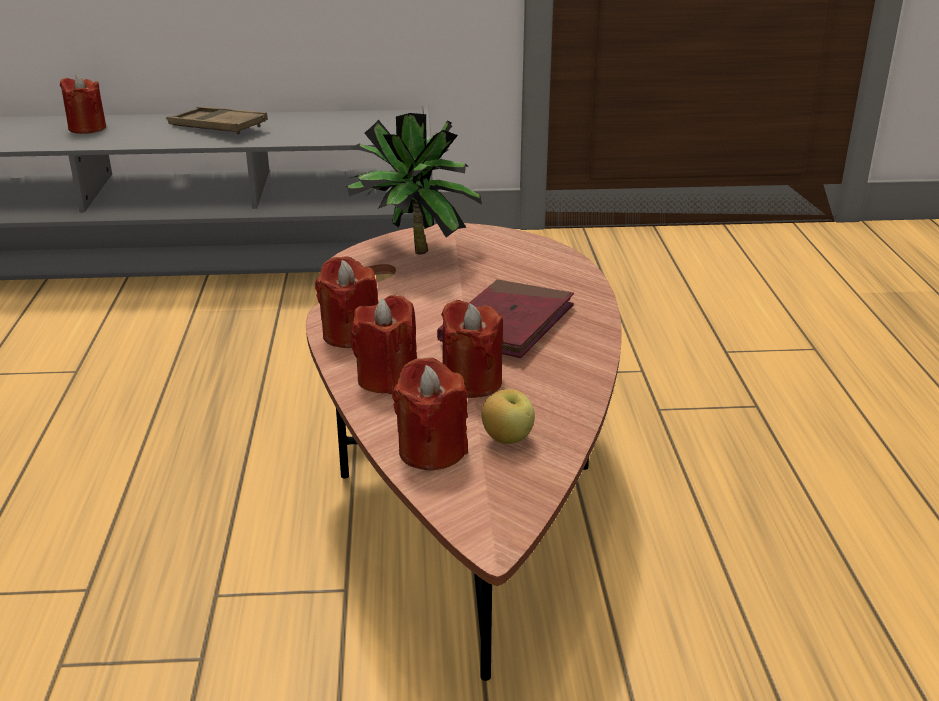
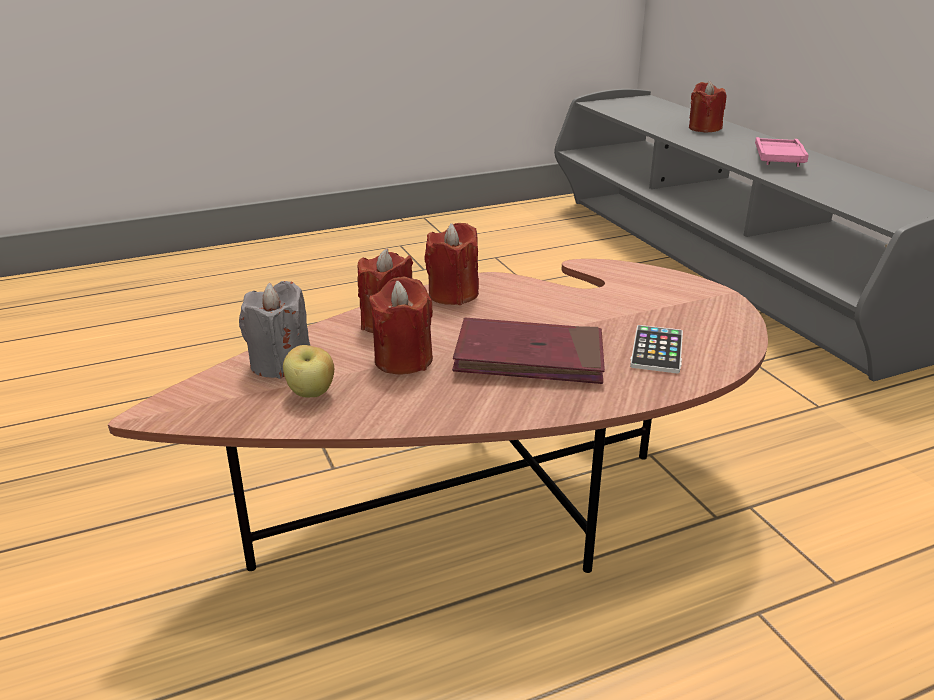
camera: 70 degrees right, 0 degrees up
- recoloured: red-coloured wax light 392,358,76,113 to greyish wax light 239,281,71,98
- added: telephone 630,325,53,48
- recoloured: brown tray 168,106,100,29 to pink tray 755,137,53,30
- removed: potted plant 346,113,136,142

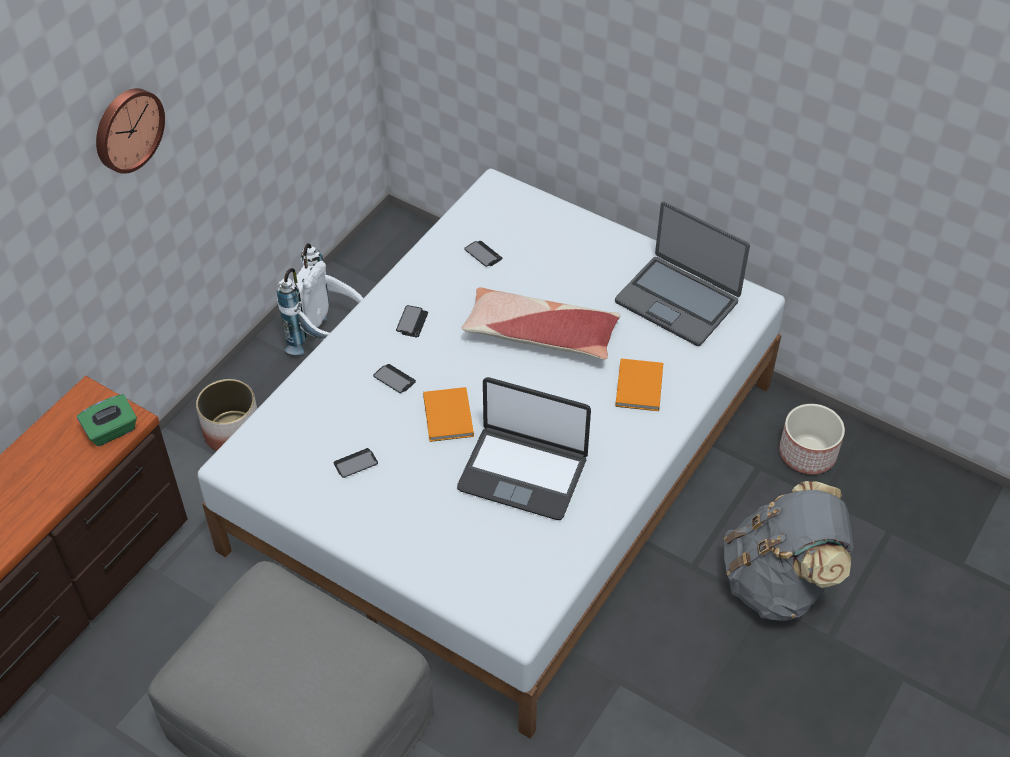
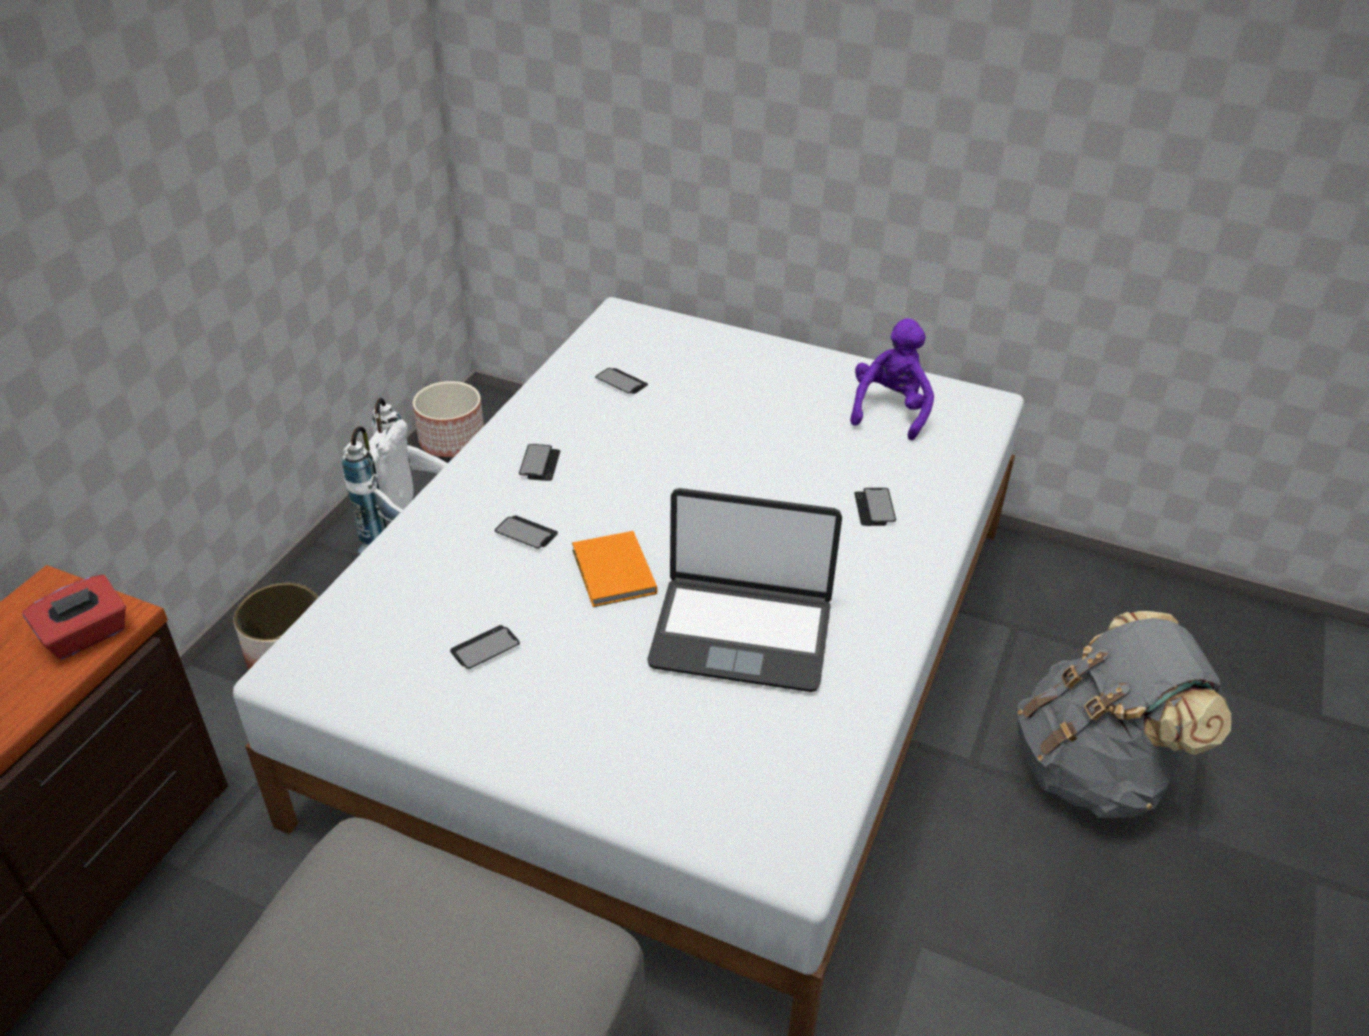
camera: 10 degrees left, 10 degrees down
- recoloured: green-coloured tissue holder 77,394,60,52 to red-coloured tissue holder 22,575,104,85
- moved: planter 779,404,66,70 to 413,381,71,76
- replaced: portable computer 615,202,135,144 to purplish soft toy 850,318,84,123
- replaced: orangey book 615,358,48,53 to telephone 854,488,42,38
- removed: hanging clock 96,88,69,86
- removed: cushion 462,287,159,73

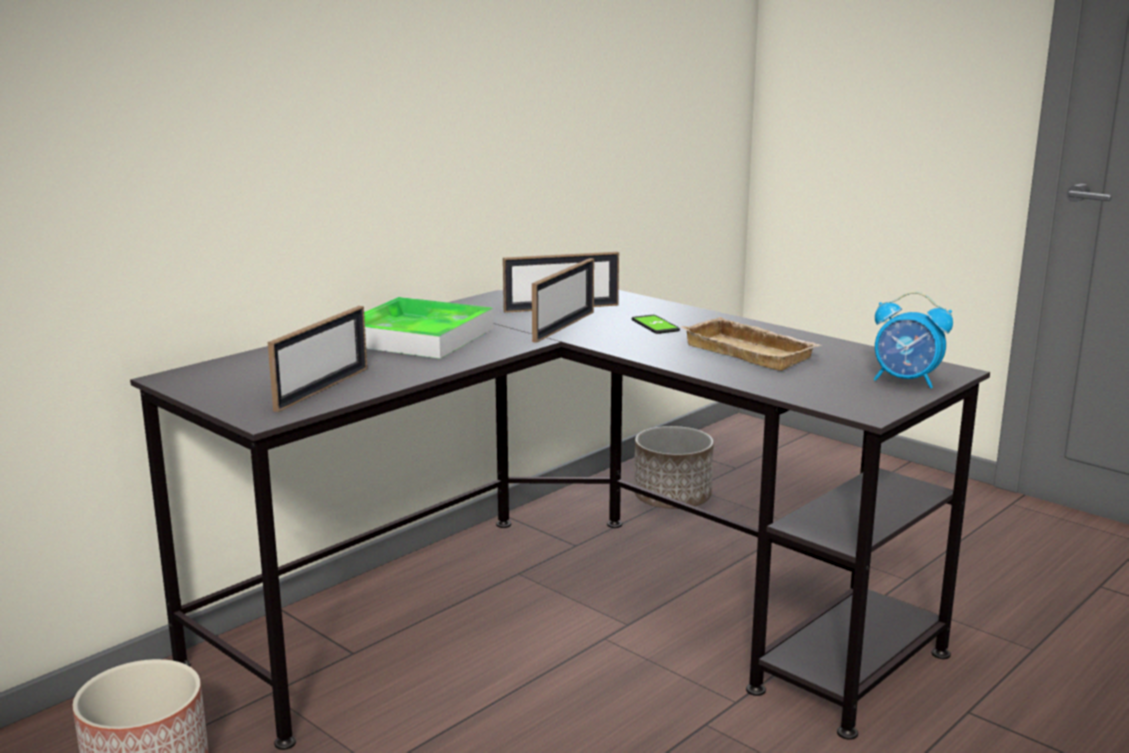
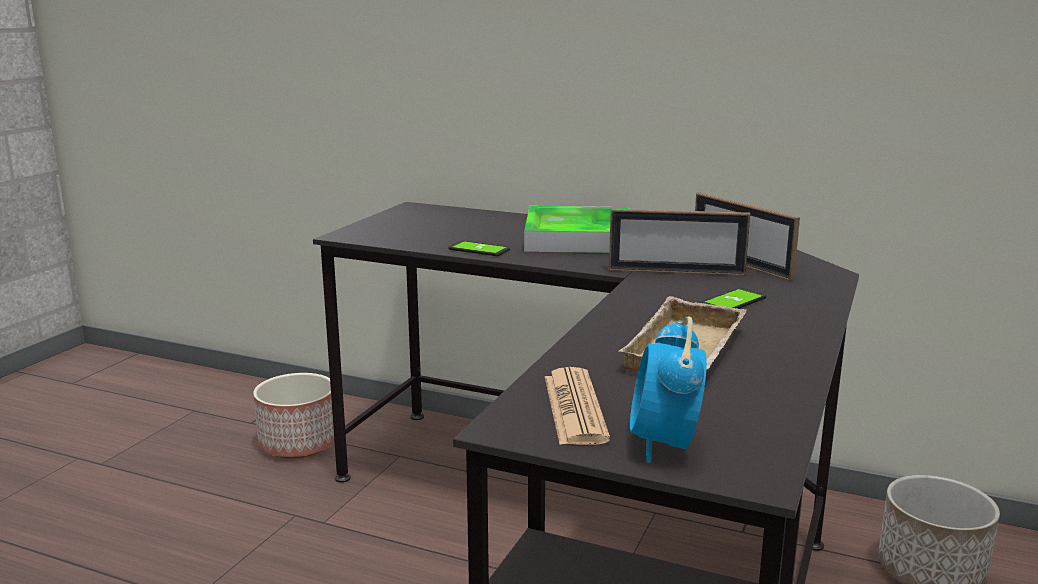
camera: 70 degrees right, 0 degrees up
- added: telephone 448,241,62,15
- added: newspaper 545,367,65,78
- removed: photo frame 268,306,99,106

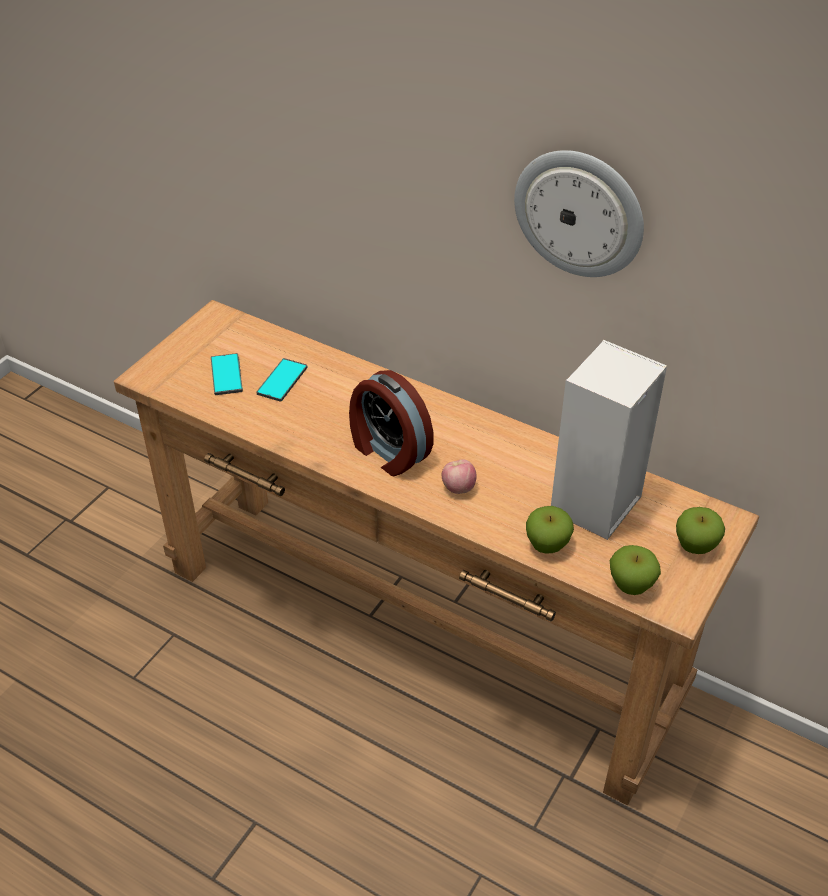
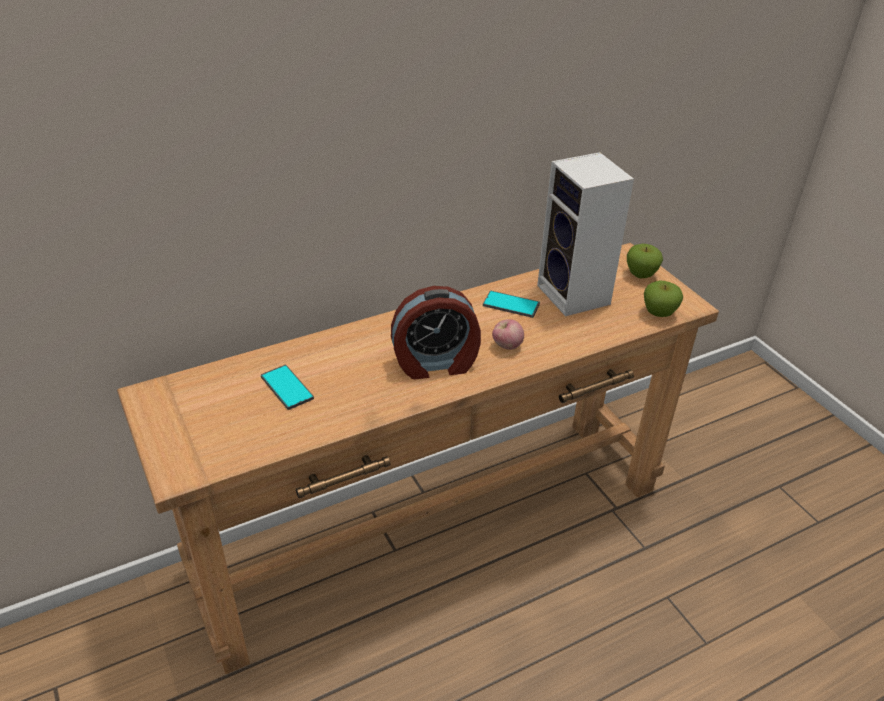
camera: 60 degrees left, 5 degrees down
- moved: telephone 211,353,32,42 to 483,291,57,27
- removed: hanging clock 514,150,130,127
- removed: apple fruit 526,506,48,48

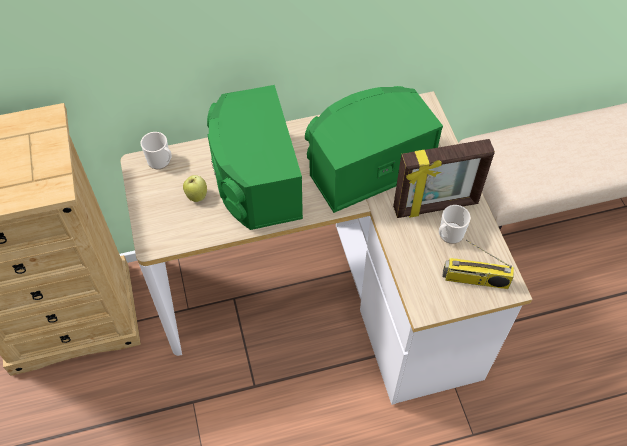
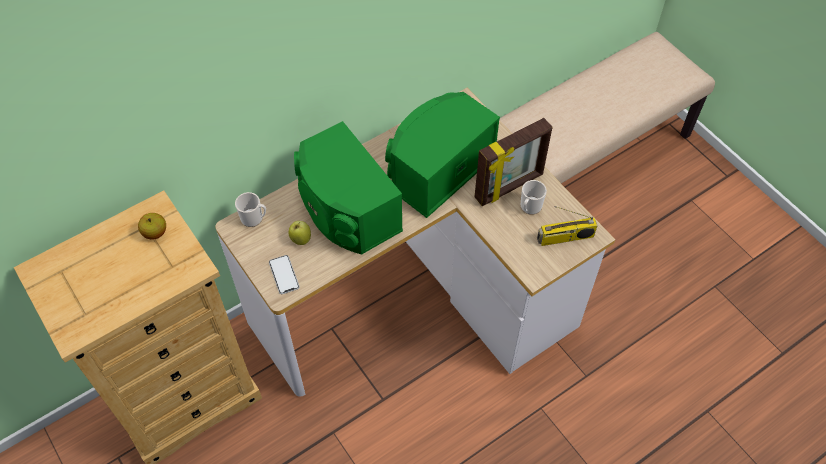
camera: 20 degrees left, 0 degrees up
- added: apple fruit 138,213,28,26
- added: telephone 269,255,30,39

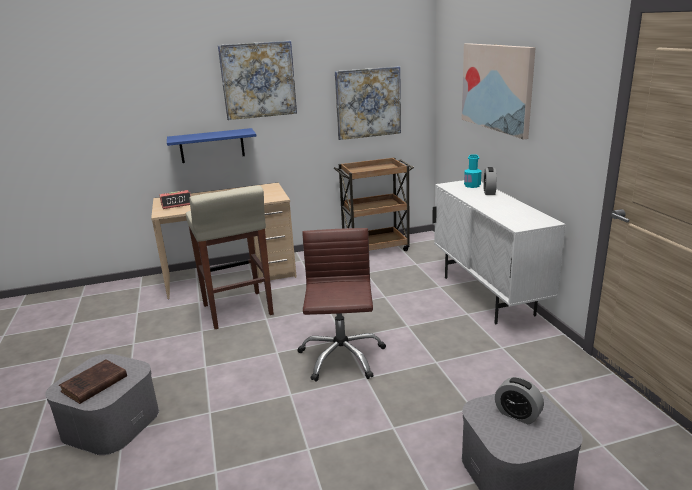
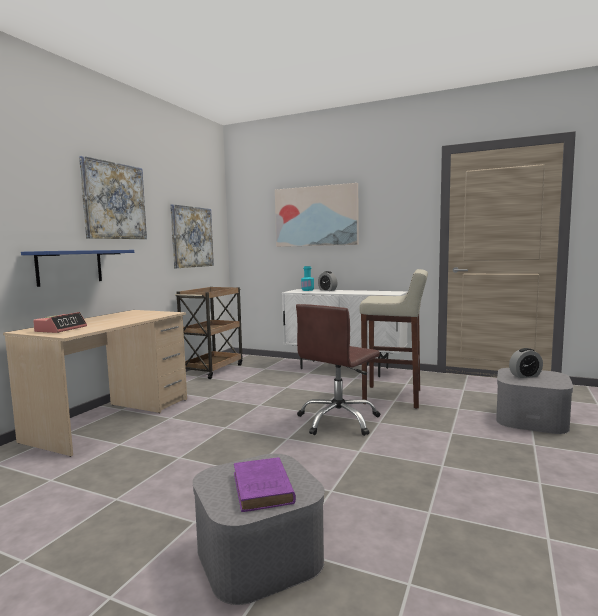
camera: 50 degrees left, 15 degrees down
- recoloured: brown book 59,359,68,45 to purplish book 234,457,62,55
- turned: brown desk chair 298,228,88,154 = 296,304,84,132 90 degrees counterclockwise
- moved: sand-coloured sitting stool 186,185,88,144 to 359,269,69,139

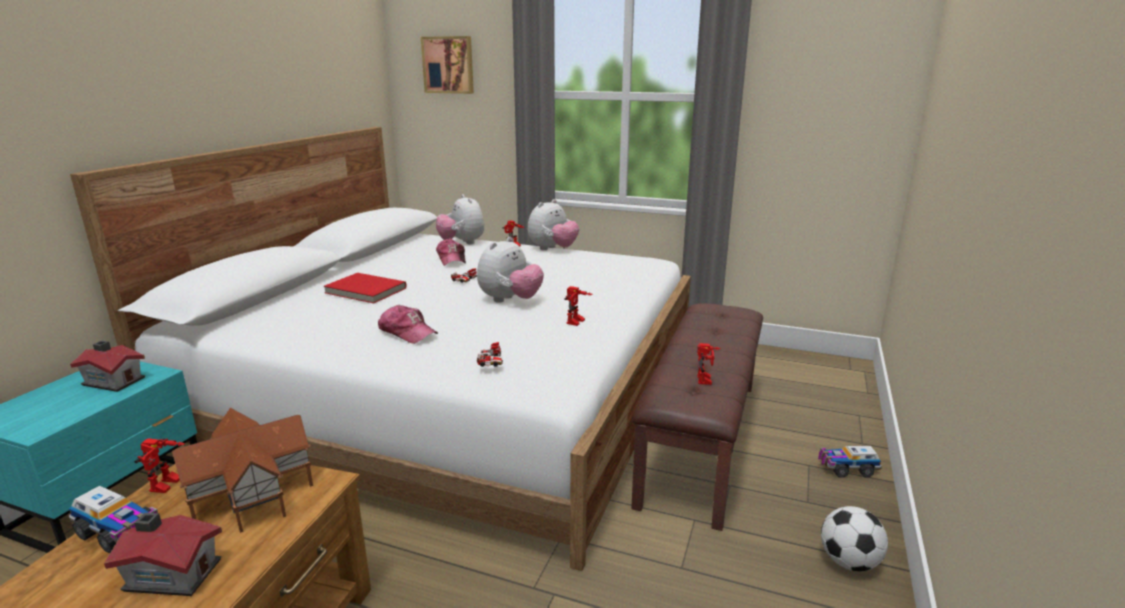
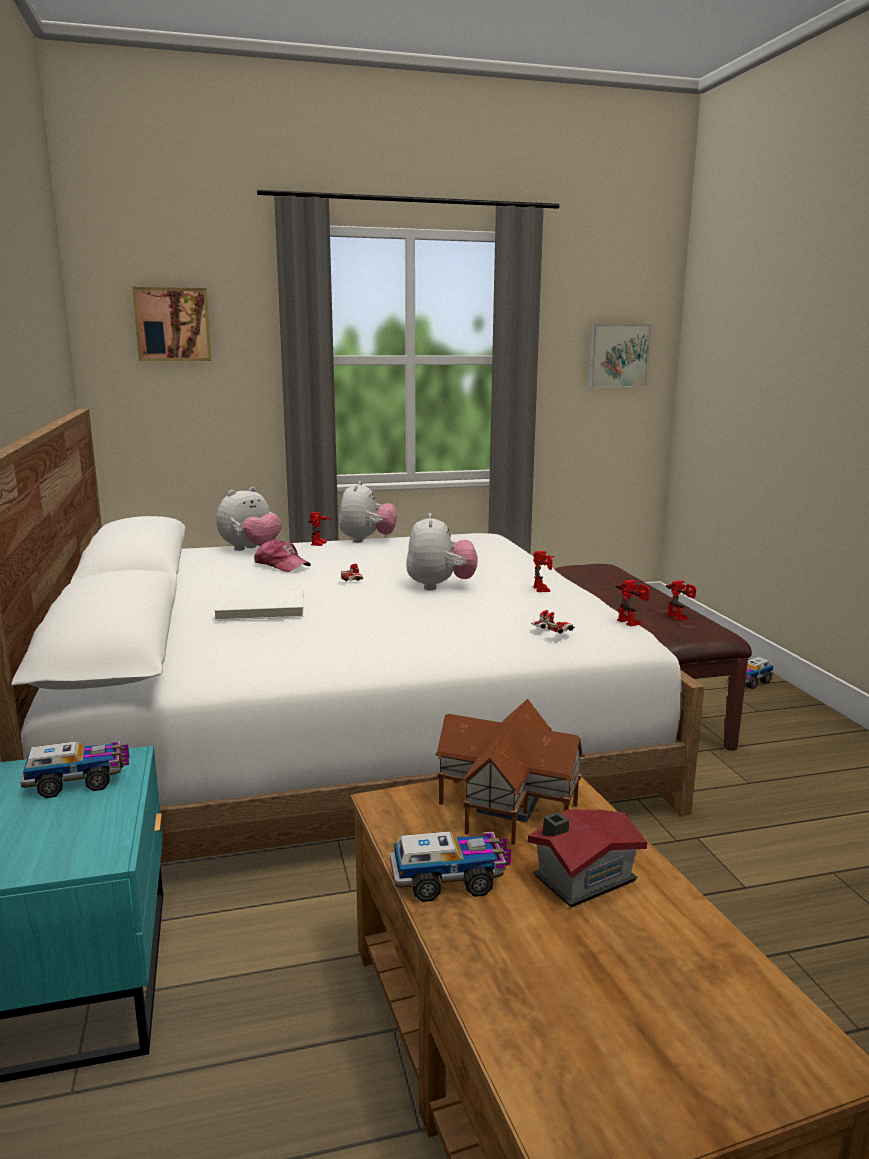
camera: 35 degrees left, 5 degrees down
- replaced: miniature house 70,341,75,51 to toy lorry 20,741,109,57
- recoloured: red-coloured book 324,273,83,30 to white-coloured book 214,589,90,32
- turned: soft toy 436,194,48,50 = 216,487,66,64 75 degrees counterclockwise
- added: picture 588,324,63,64
- moved: robot figure 134,438,51,55 to 616,580,34,47
- removed: peaked cap 378,305,60,39
- removed: ball for football 821,506,67,65

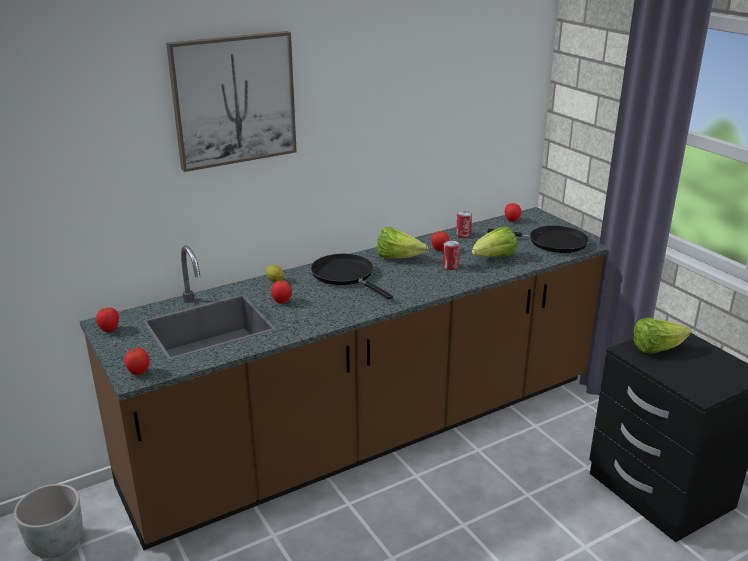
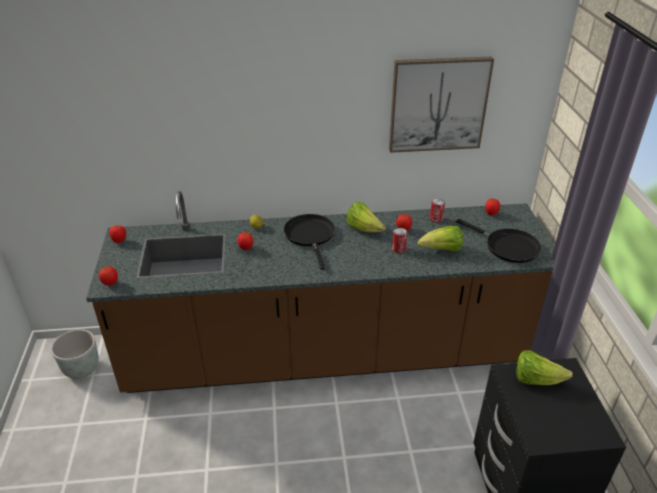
camera: 25 degrees right, 10 degrees up
- moved: picture 166,31,131,141 to 389,56,105,97

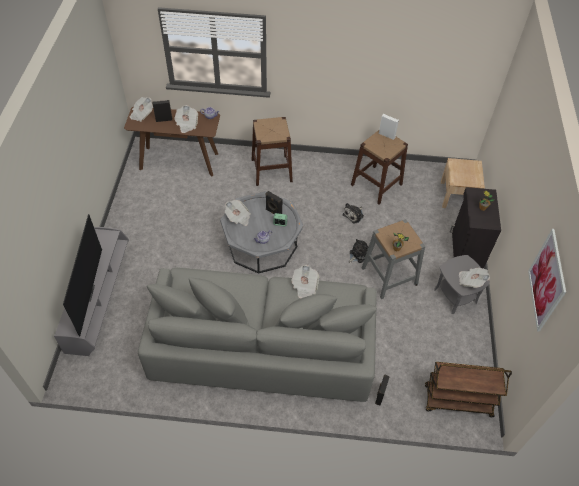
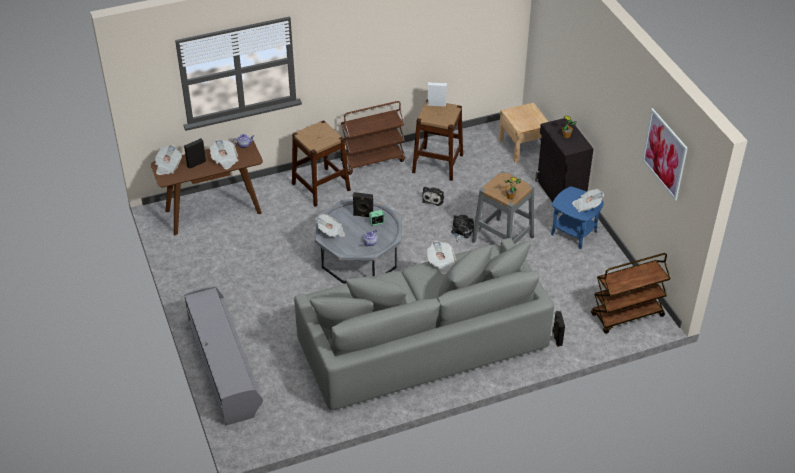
camera: 25 degrees left, 10 degrees down
- added: brown trolley 340,101,65,74
- recoloured: greyish side table 434,255,56,59 to bluish side table 551,187,53,62
- removed: television 63,214,39,122

